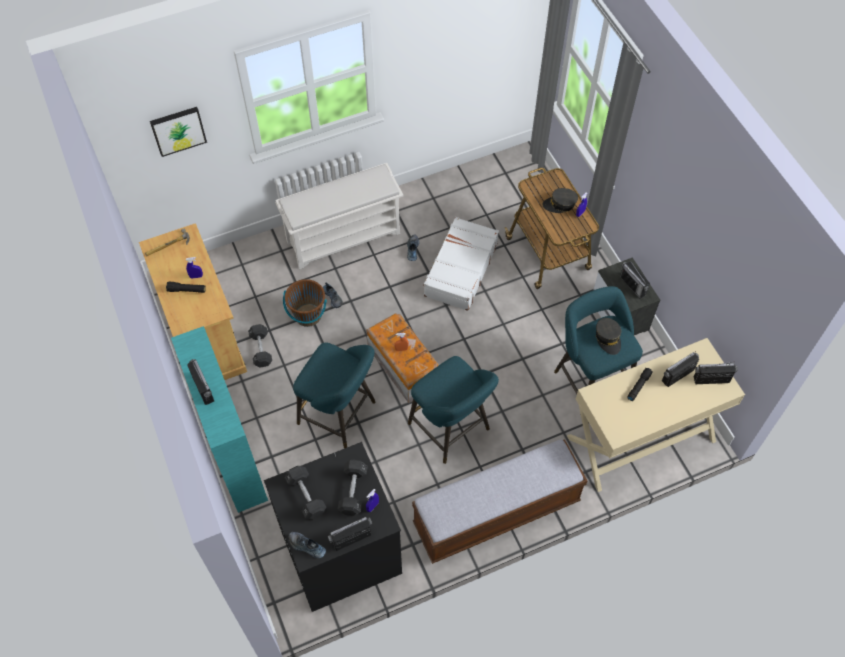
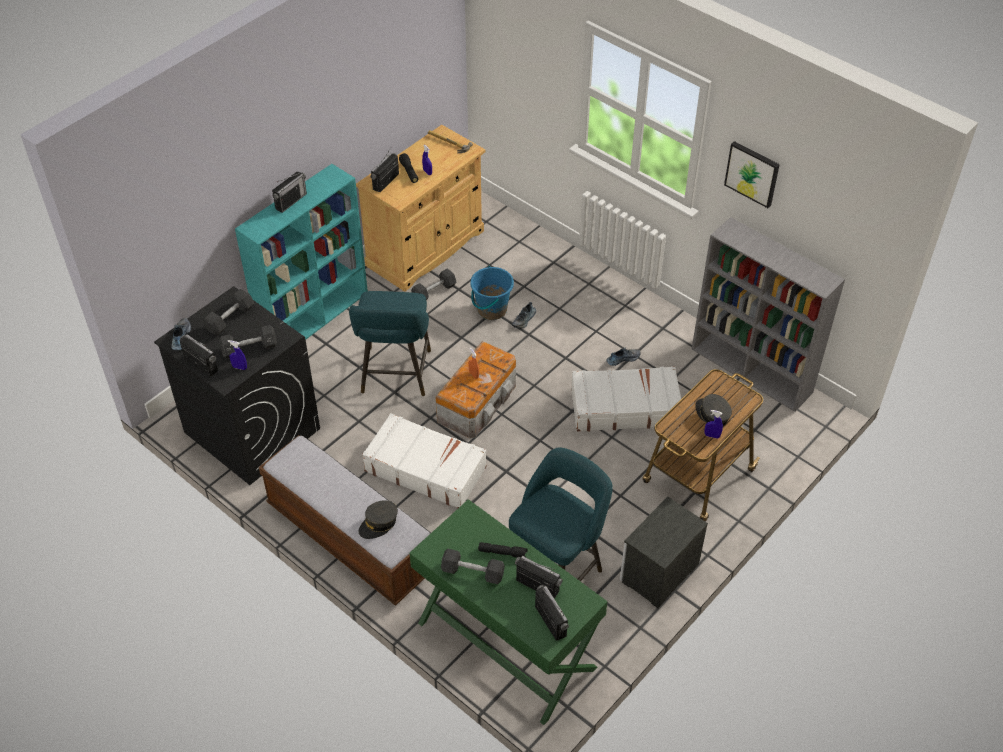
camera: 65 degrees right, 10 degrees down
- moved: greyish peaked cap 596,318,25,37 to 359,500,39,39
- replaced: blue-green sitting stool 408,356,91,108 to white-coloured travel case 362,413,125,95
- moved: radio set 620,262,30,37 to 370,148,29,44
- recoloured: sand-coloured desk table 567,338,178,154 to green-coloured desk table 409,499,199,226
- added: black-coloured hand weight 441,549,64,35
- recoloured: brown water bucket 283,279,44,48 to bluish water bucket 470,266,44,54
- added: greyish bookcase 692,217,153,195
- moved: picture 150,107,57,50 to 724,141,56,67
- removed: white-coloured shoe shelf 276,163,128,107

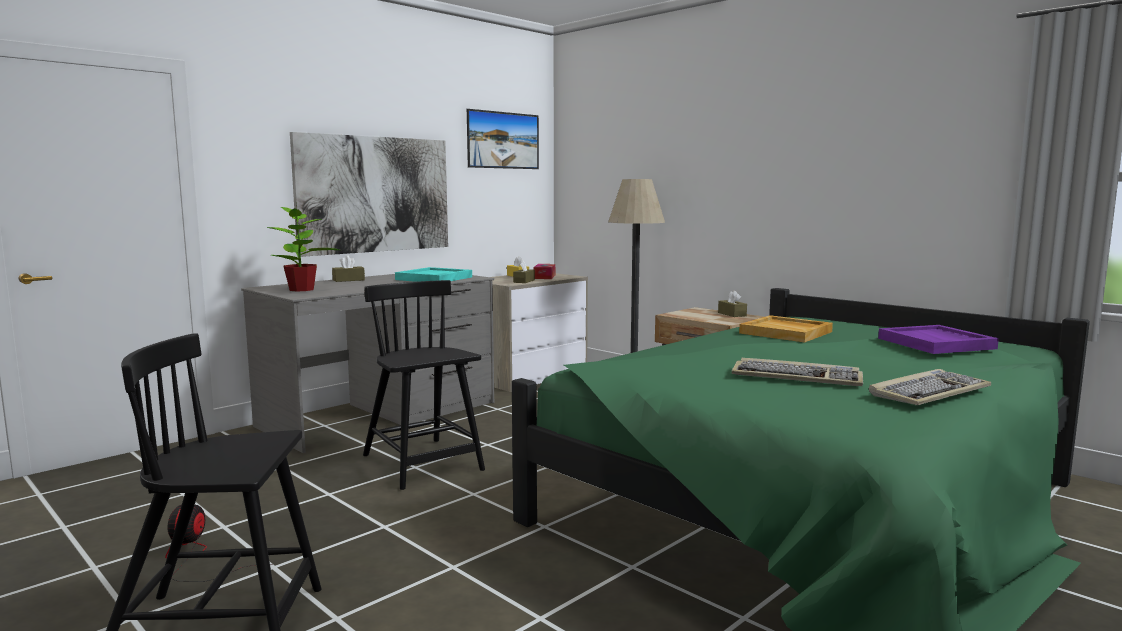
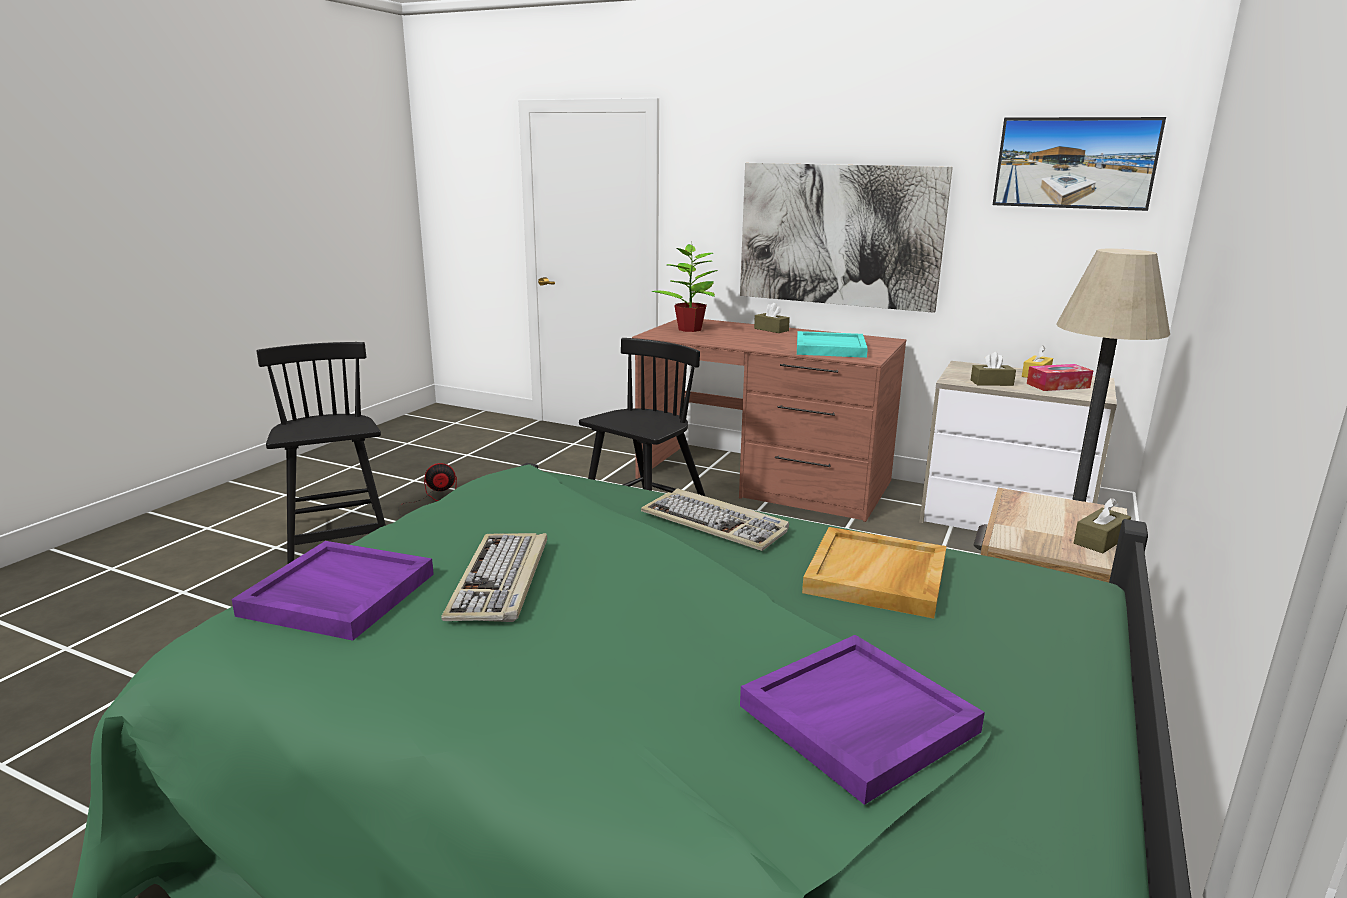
camera: 70 degrees right, 10 degrees up
- added: purplish tray 232,541,202,100
- recoloured: greyish desk table 241,274,253,179 to brown desk table 632,319,274,203
- moved: computer keyboard 869,369,122,36 to 641,489,148,62

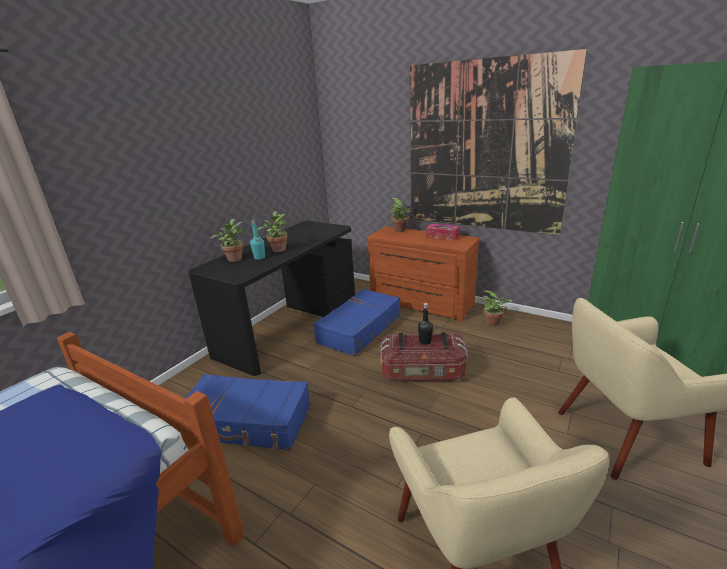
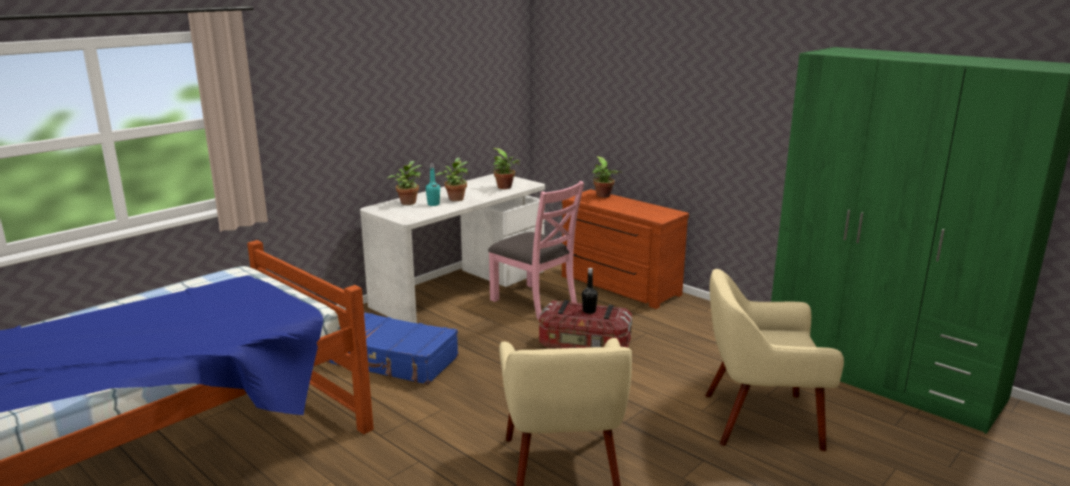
camera: 10 degrees right, 5 degrees down
- recoloured: black-coloured desk table 188,221,167,155 to white-coloured desk table 360,174,185,149
- replaced: bluish travel case 313,289,88,68 to pink chair 488,181,96,138
- moved: potted plant 481,290,31,36 to 493,148,27,41
- removed: picture 410,49,177,186
- removed: tissue holder 426,224,34,16

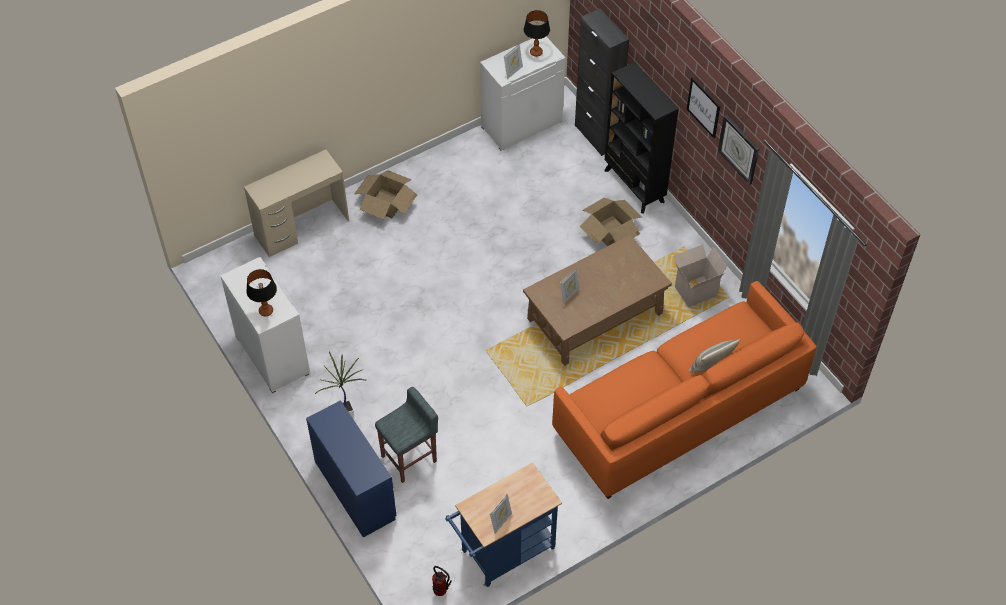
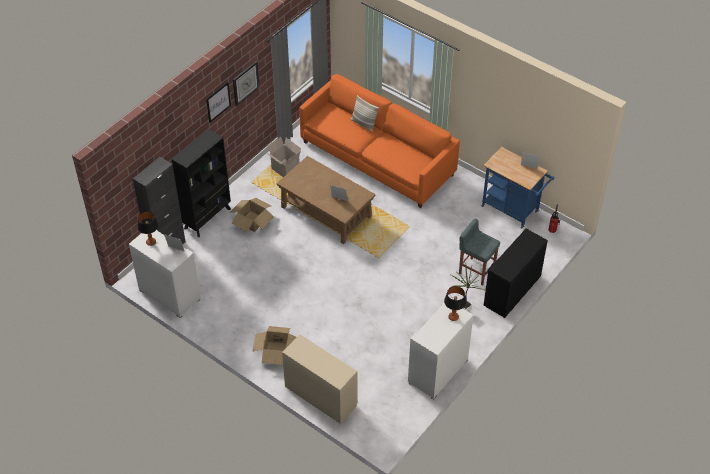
camera: 110 degrees left, 5 degrees down
- recoloured: bluish desk table 306,400,91,138 to black-coloured desk table 483,229,65,89

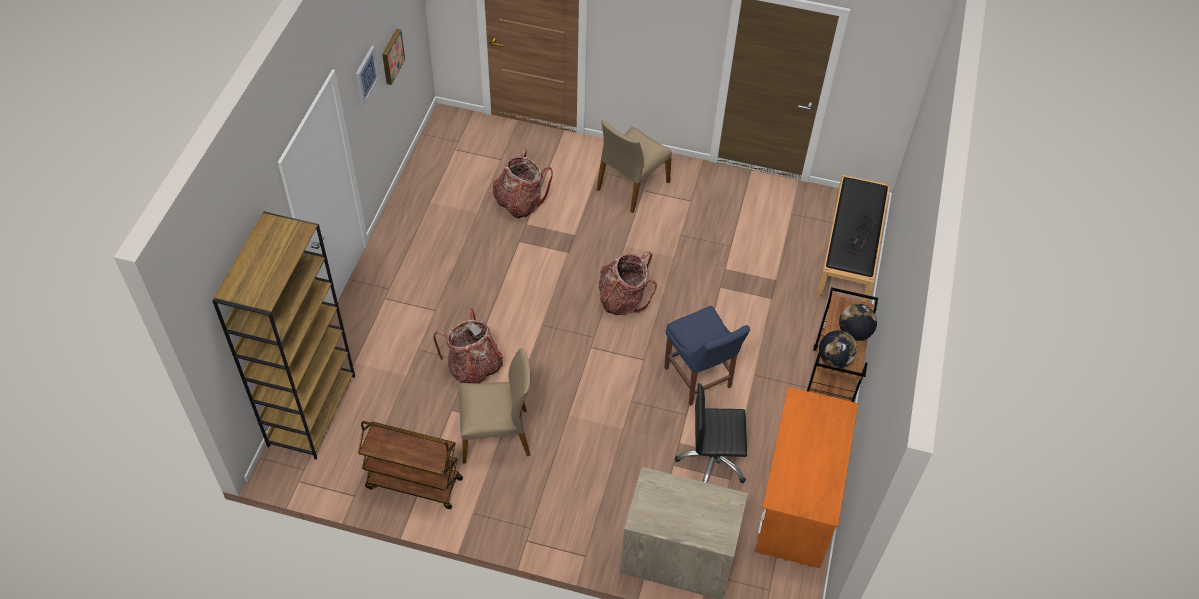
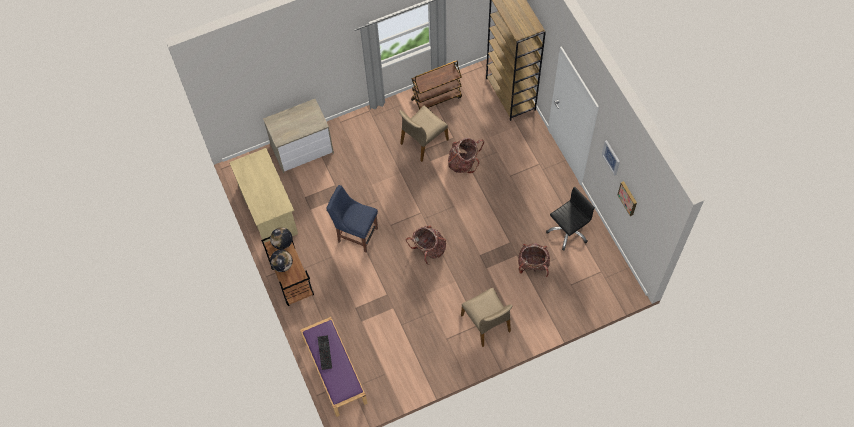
camera: 145 degrees right, 10 degrees up
- recoloured: orangey desk table 755,387,103,181 to sand-coloured desk table 229,148,69,97
- recoloured: black-coloured bench 816,175,74,128 to purplish bench 300,317,68,100
- turned: sand-coloured chair 597,119,75,94 = 461,288,51,59 150 degrees clockwise
- moved: black-coloured desk chair 675,383,72,100 to 546,186,49,65

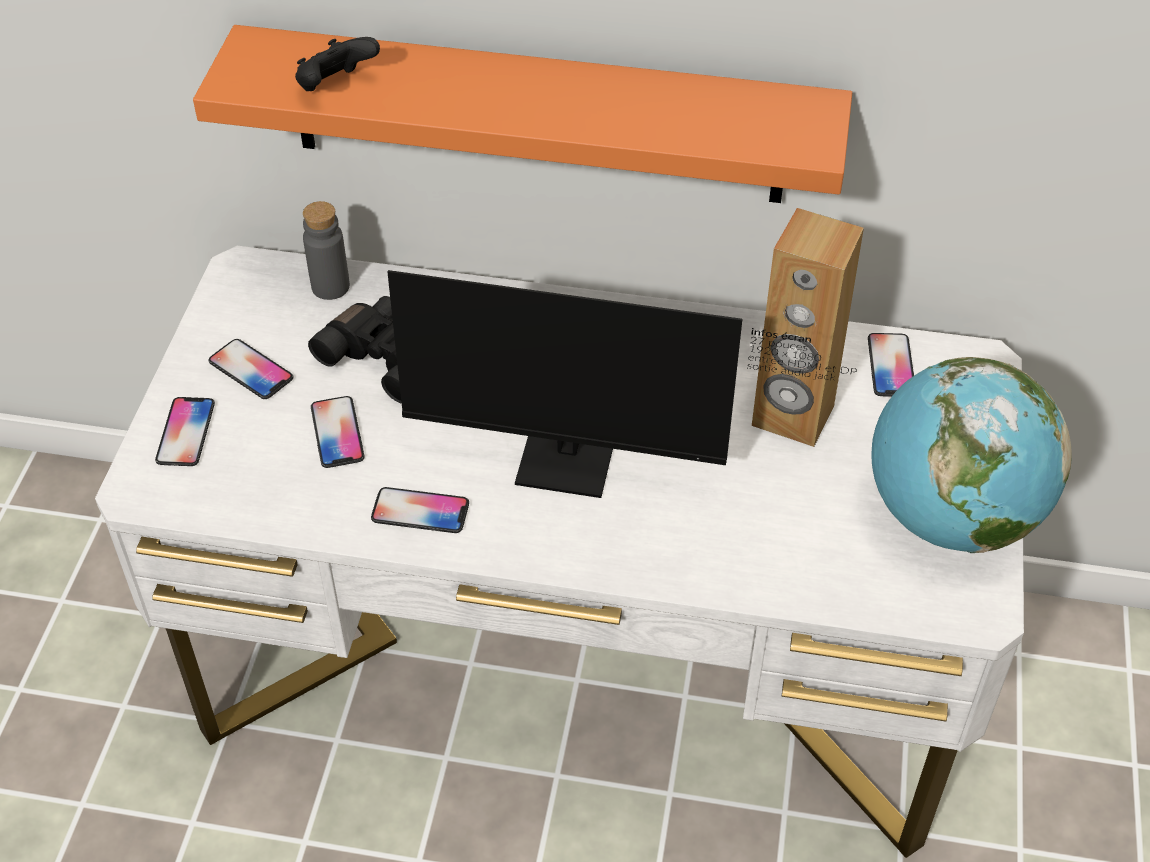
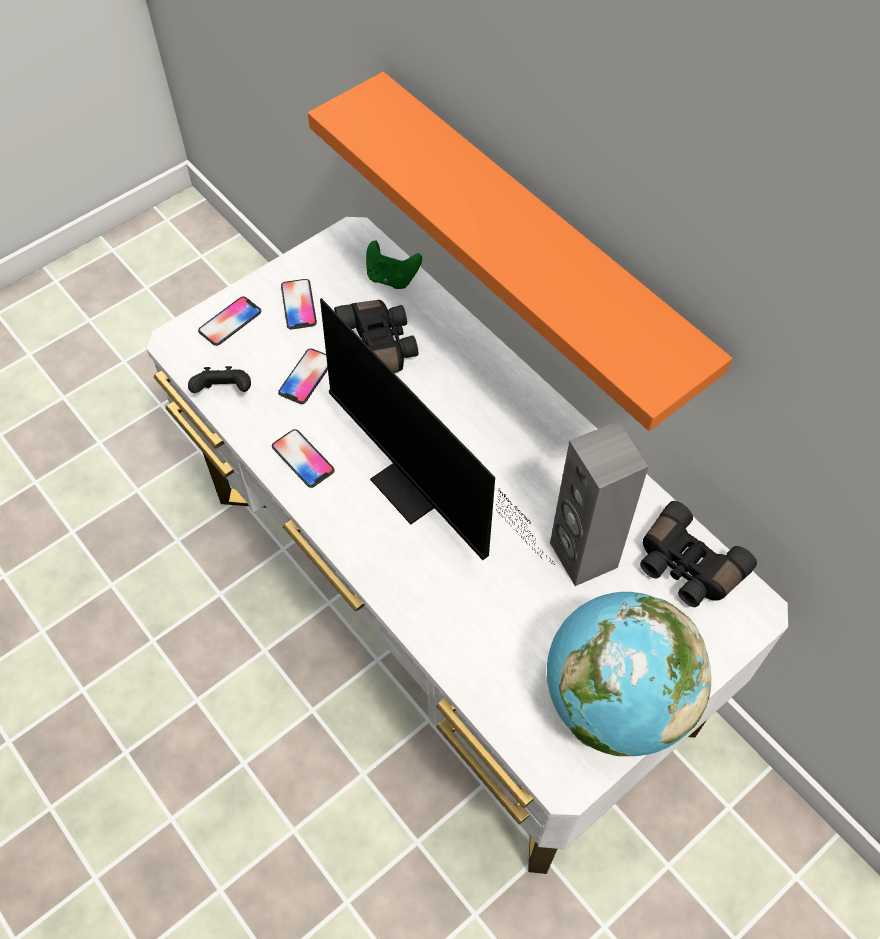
camera: 40 degrees right, 10 degrees up
- moved: black-coloured gamepad 295,37,85,54 to 188,366,63,27
- replaced: greyish beverage bottle 303,201,47,99 to green-coloured gamepad 366,240,56,49
- recoloured: brown audio speaker 752,208,112,239 to greyish audio speaker 550,421,99,165
- replaced: telephone 868,333,46,64 to black-coloured field glasses 640,501,117,106

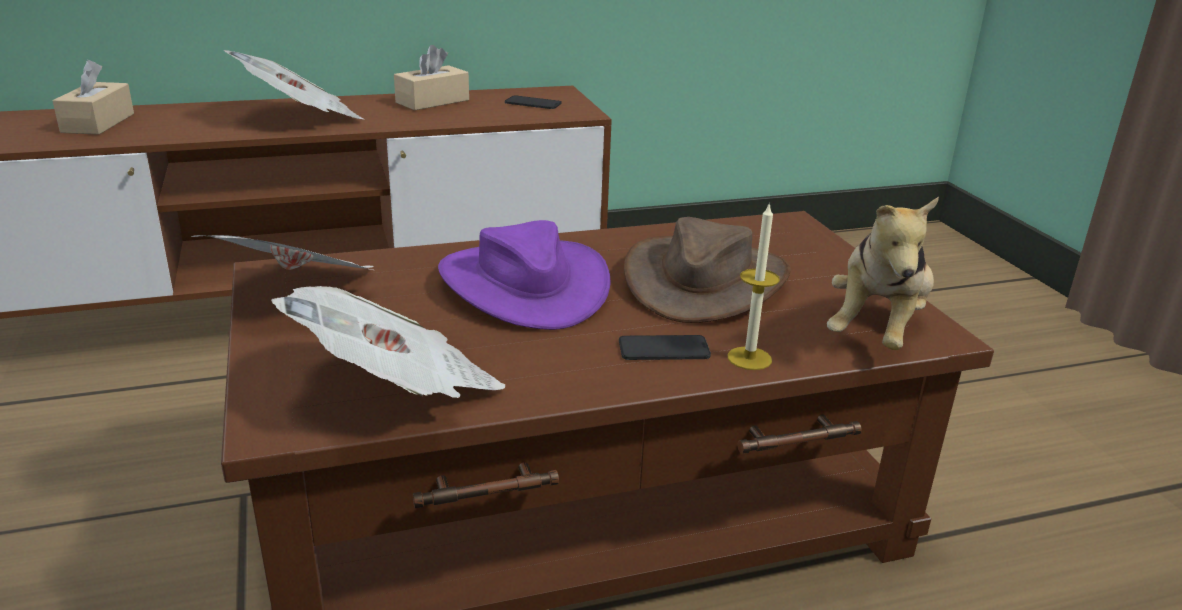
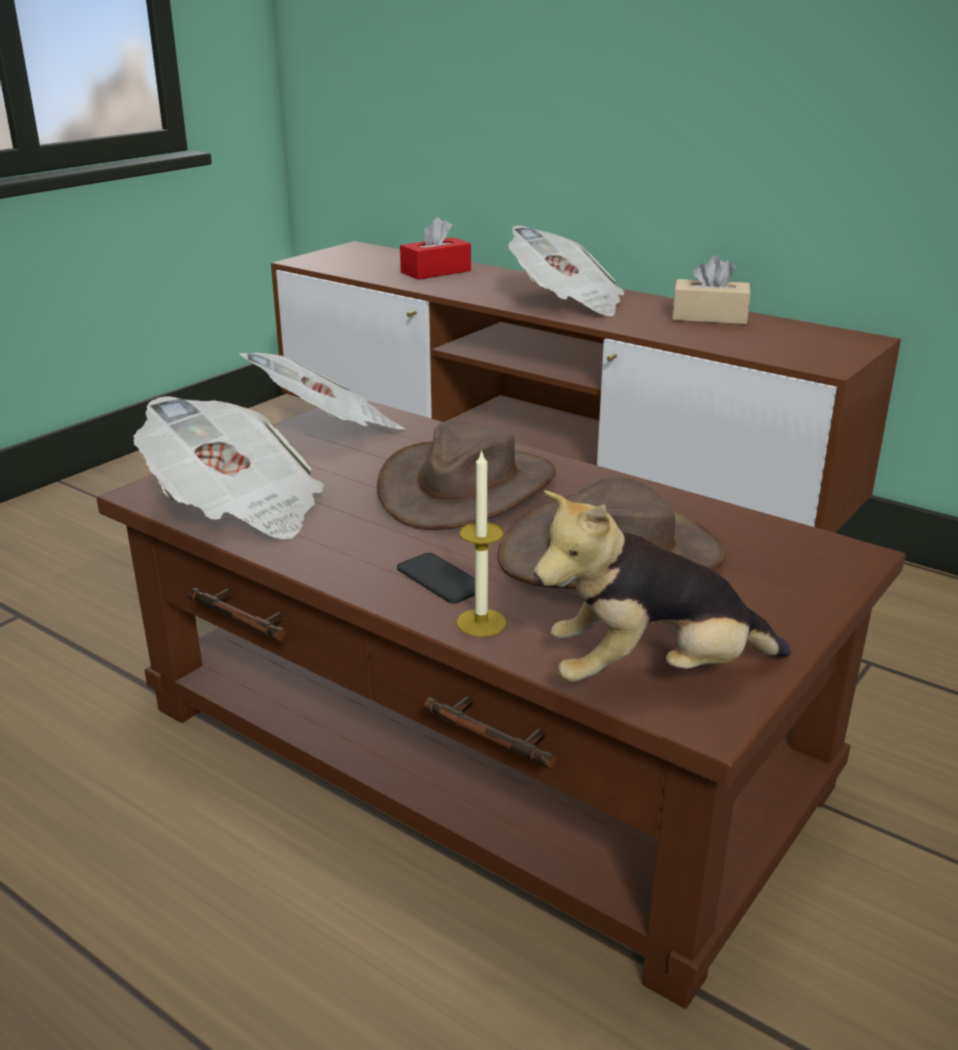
camera: 55 degrees right, 0 degrees up
- recoloured: purplish clothing hat 438,220,172,110 to brown clothing hat 377,421,179,109
- recoloured: sand-coloured tissue holder 53,60,81,75 to red-coloured tissue holder 400,217,71,63
- removed: telephone 505,95,57,14

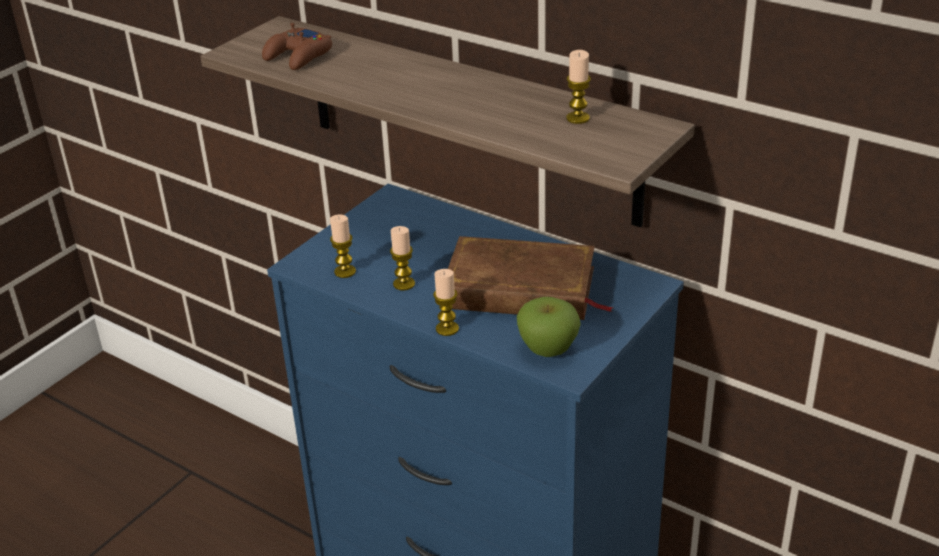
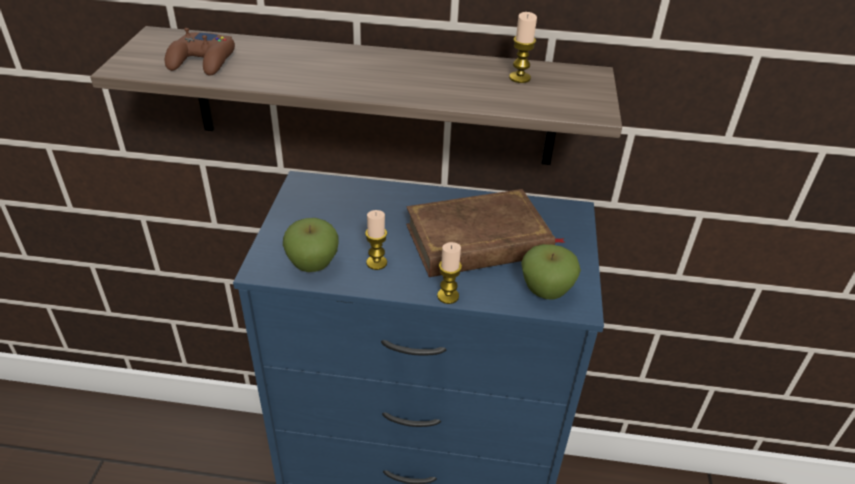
camera: 30 degrees left, 5 degrees up
- replaced: wax light 330,214,26,64 to apple fruit 283,218,56,54

